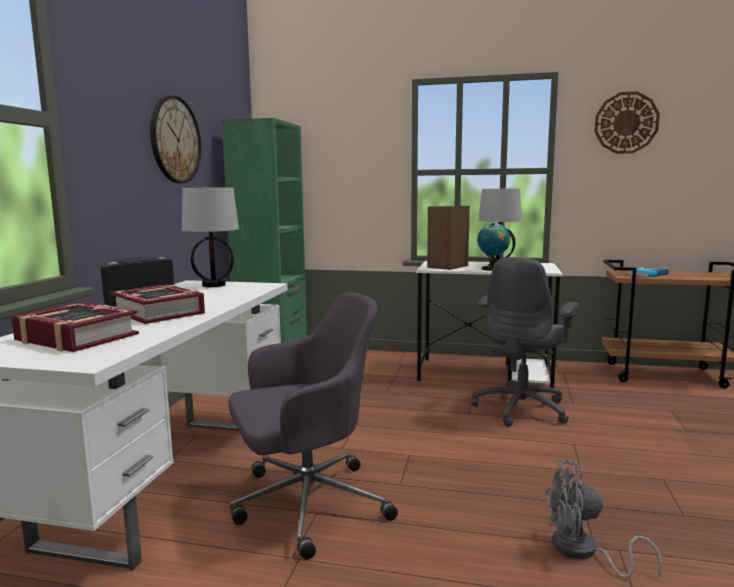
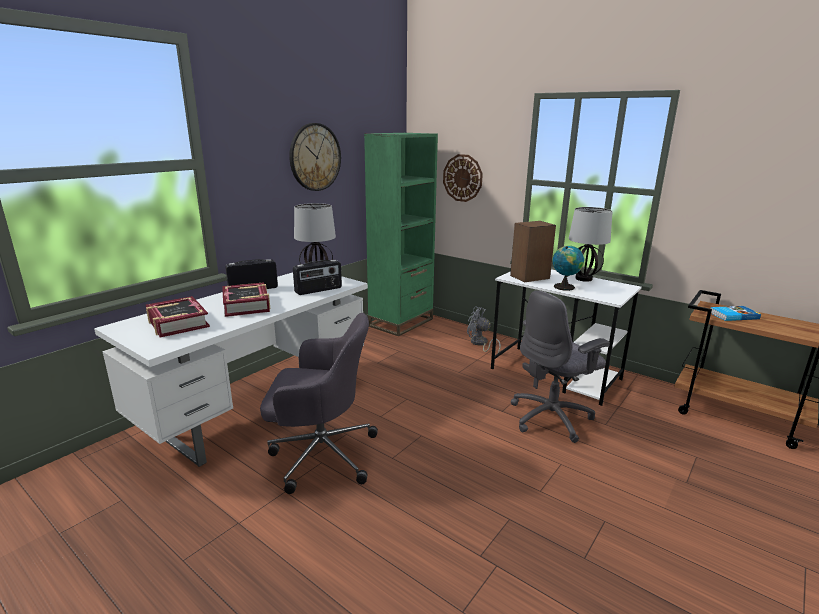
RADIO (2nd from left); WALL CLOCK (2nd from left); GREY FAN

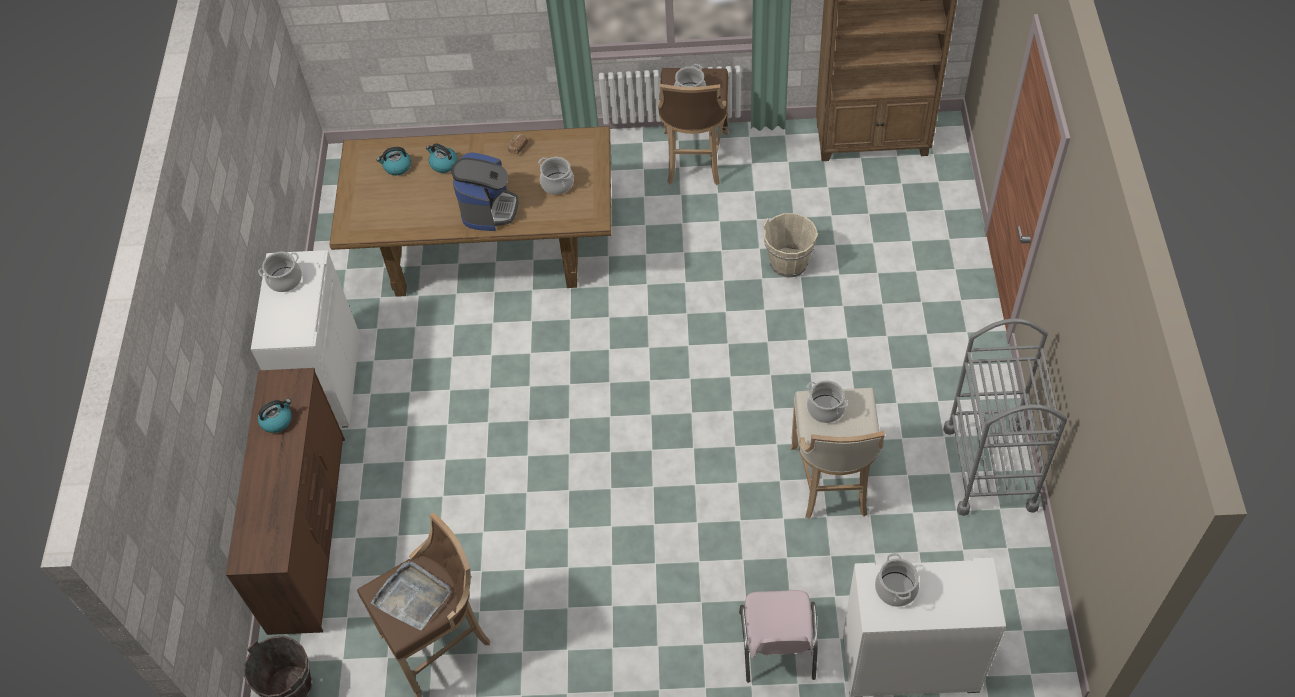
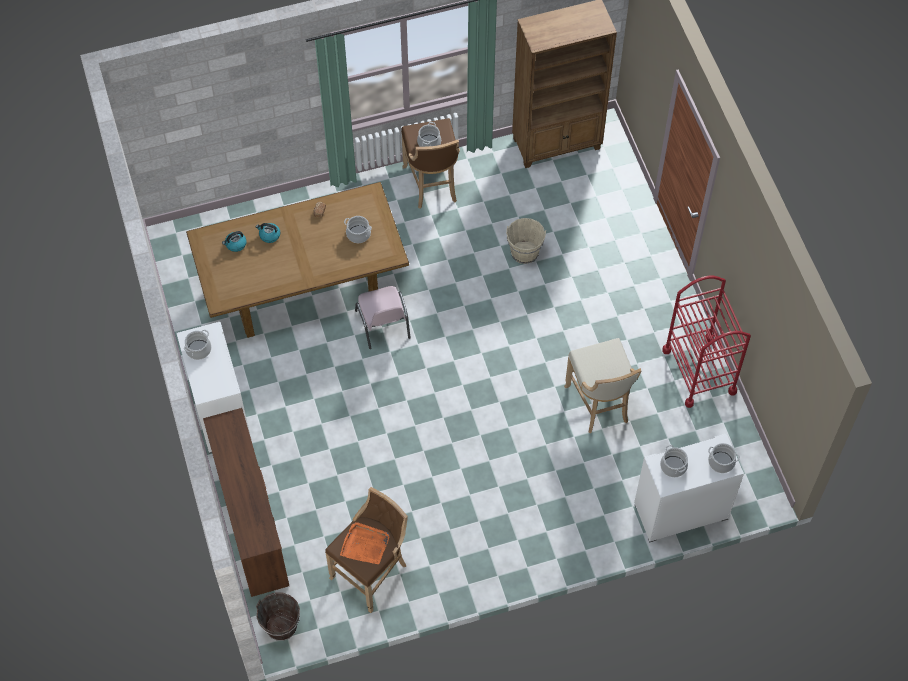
ORANGE TRAY; PINK CHAIR; RED CART; COOKING POT (5th from left); KETTLE (1st from left in the first image); COFFEE MACHINE

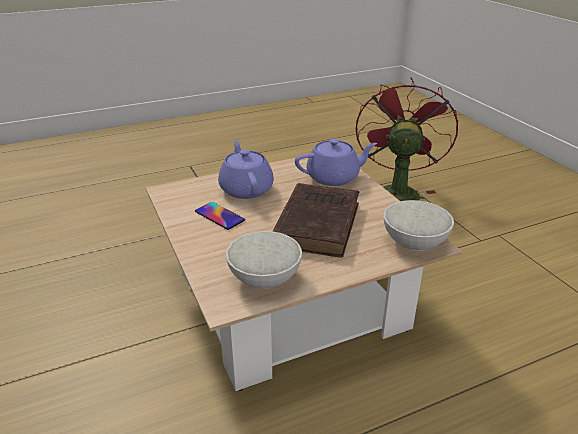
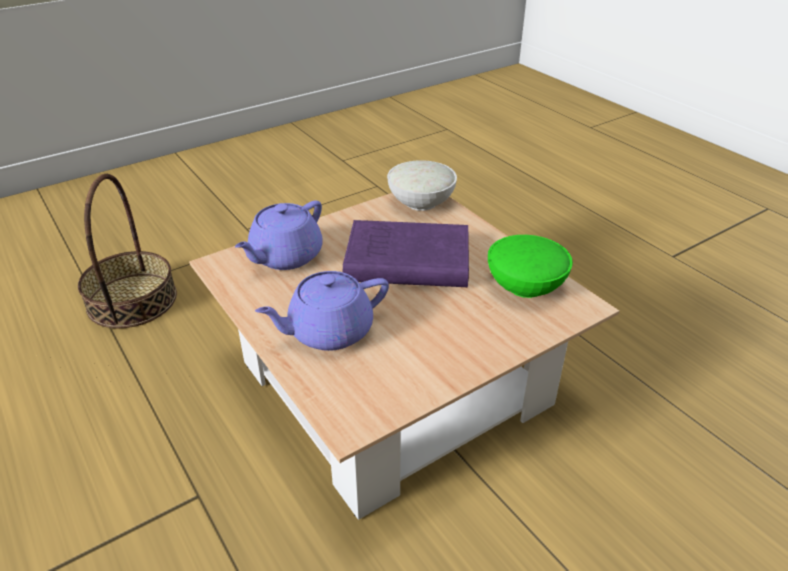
BASKET; PURPLE TEAPOT (1st from left); PURPLE BOOK; GREEN BOWL; PHONE

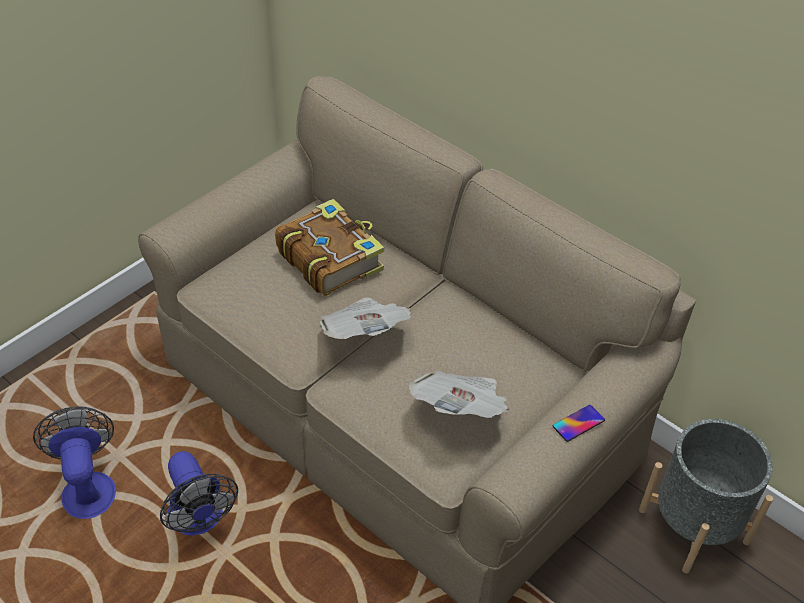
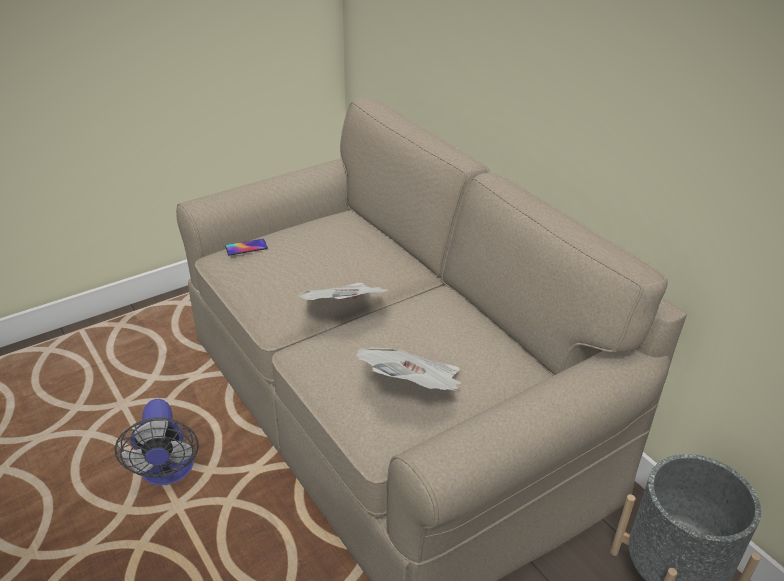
PHONE; FAN (1st from left in the first image); BOOK

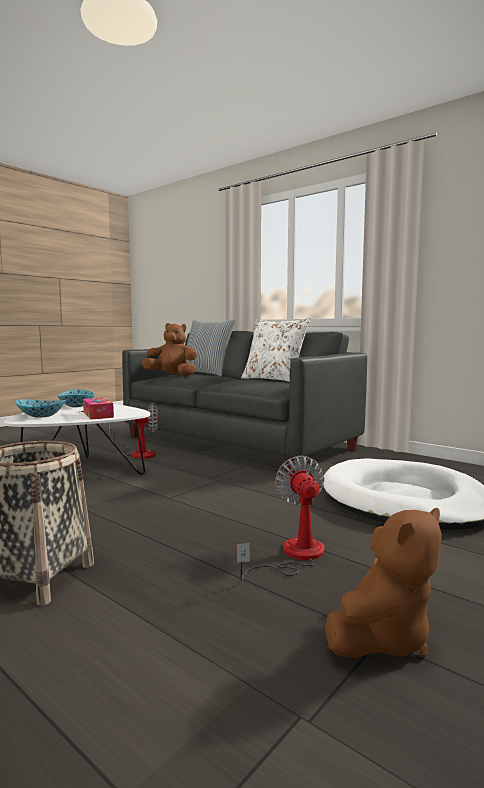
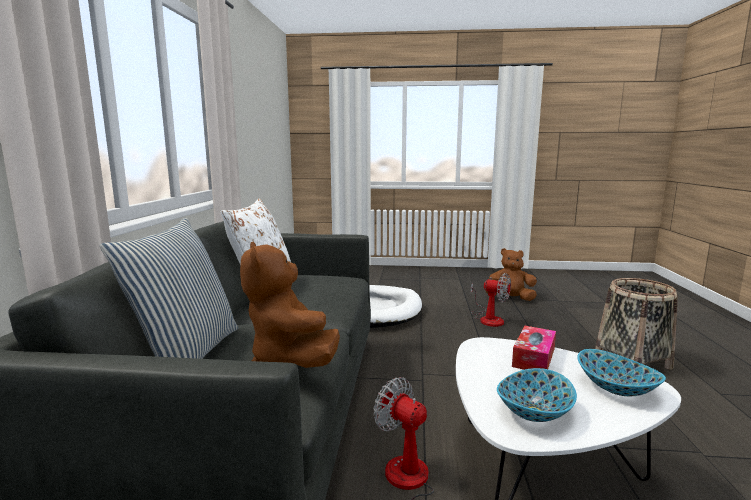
FAN (2nd from left)

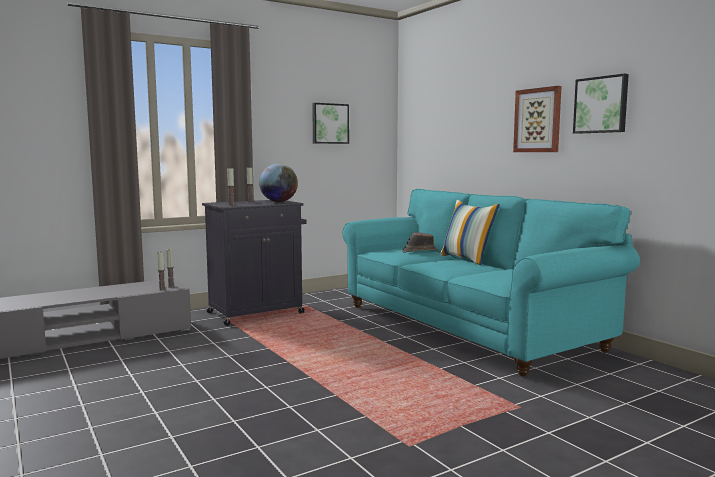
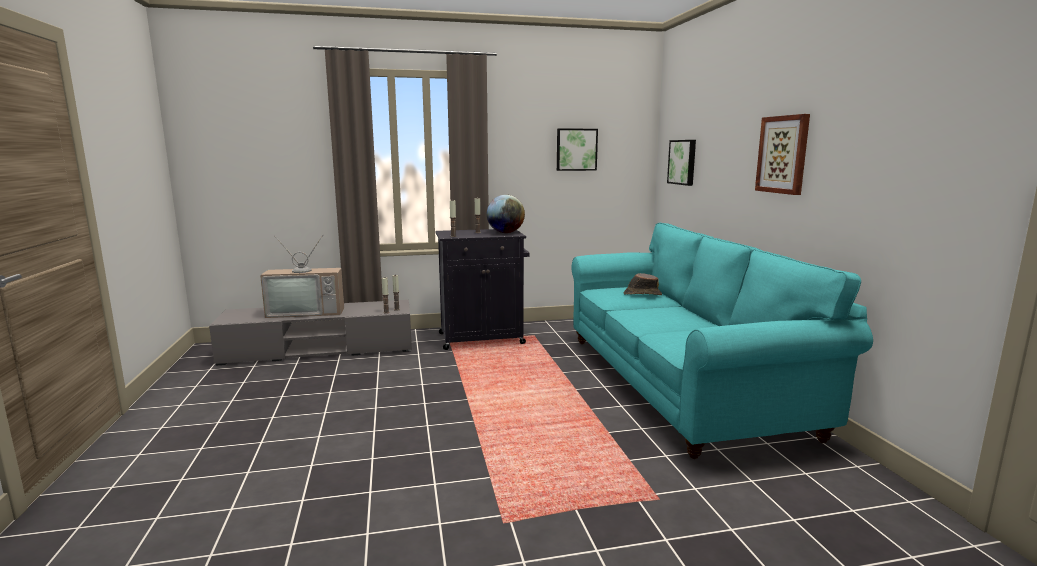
TELEVISION; PICTURE (2nd from left); PILLOW

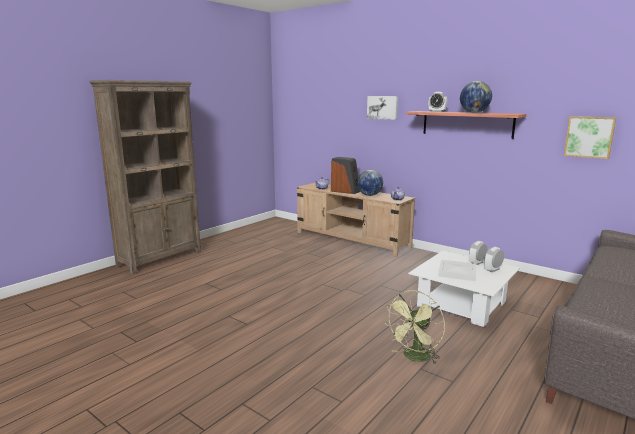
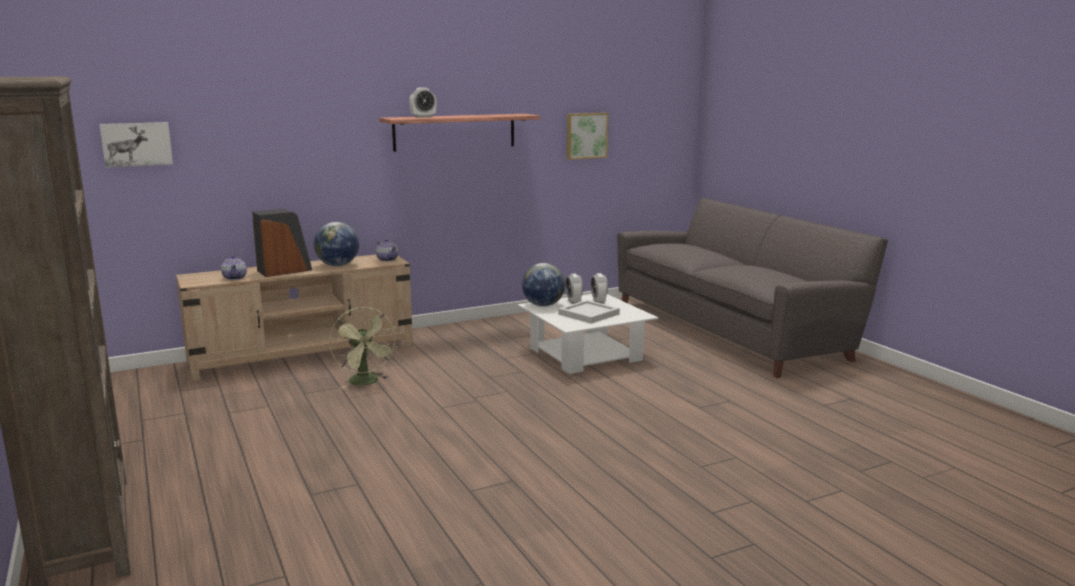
PICTURE (1st from left); GREEN FAN; GLOBE (2nd from left)

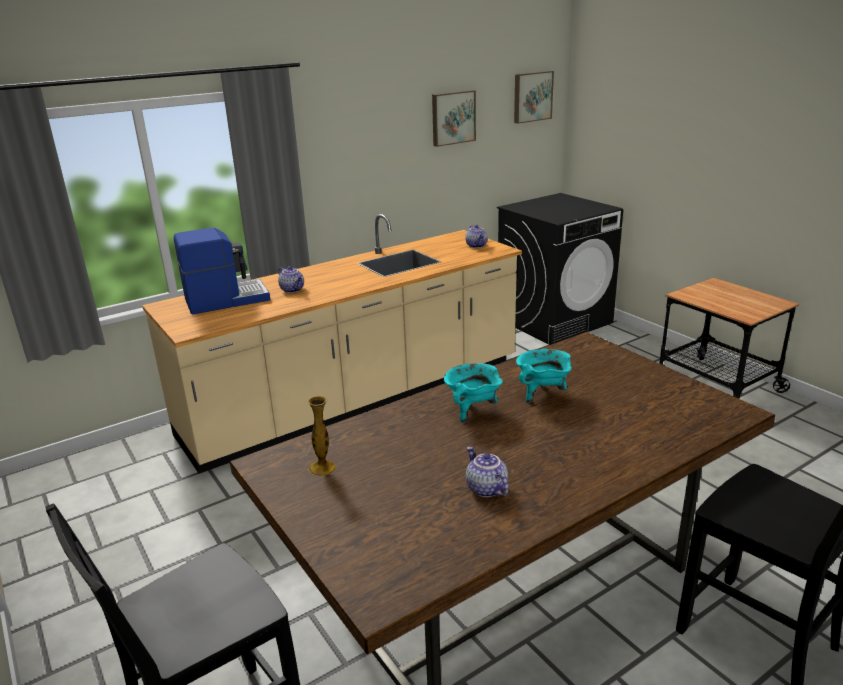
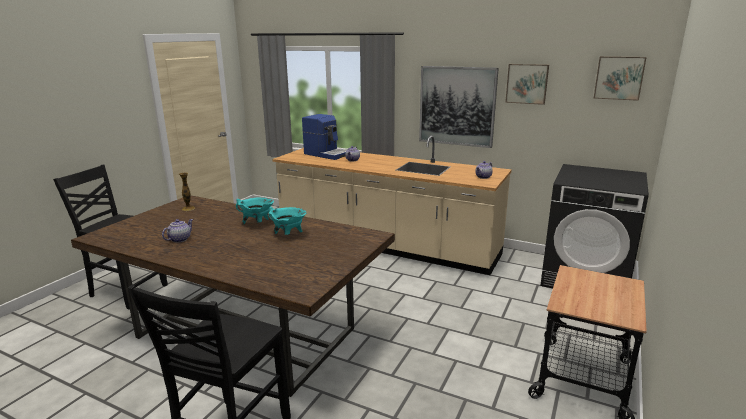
PICTURE (1st from left)

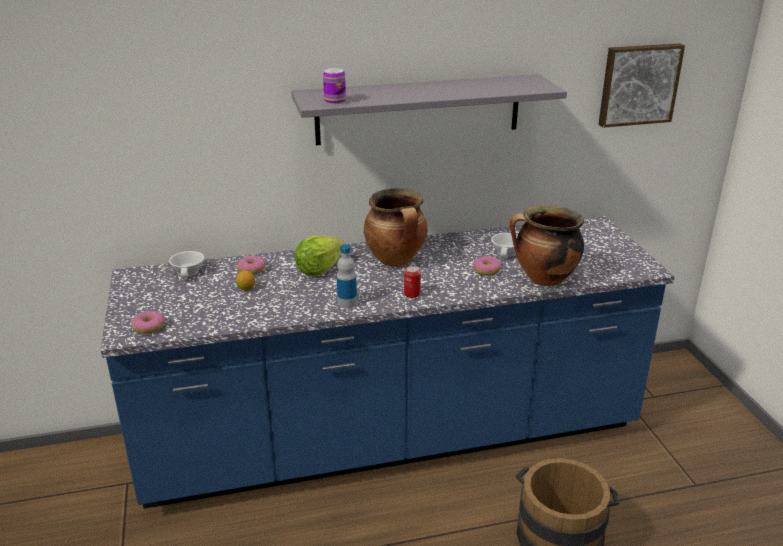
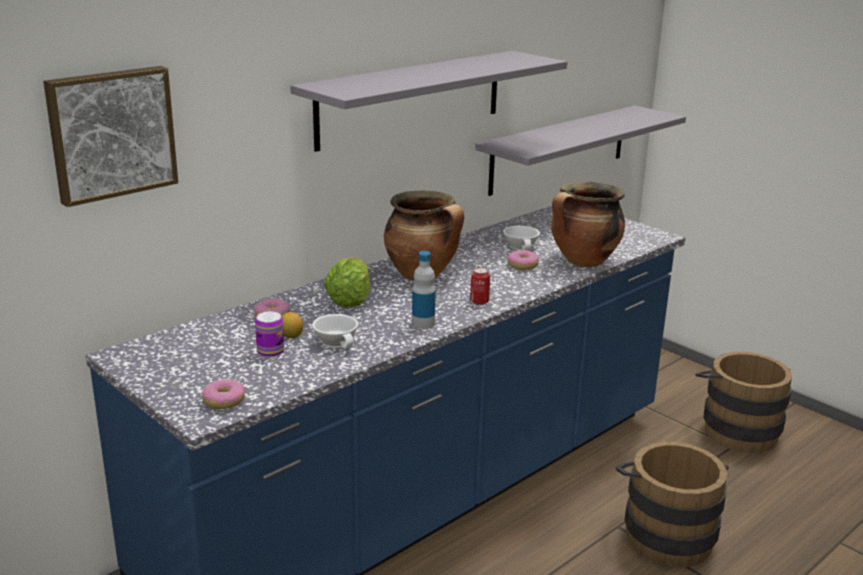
PICTURE; CAN (1st from left); WHITE CUP (1st from left); GREY SHELF (2nd from left); BROWN BUCKET (2nd from left)

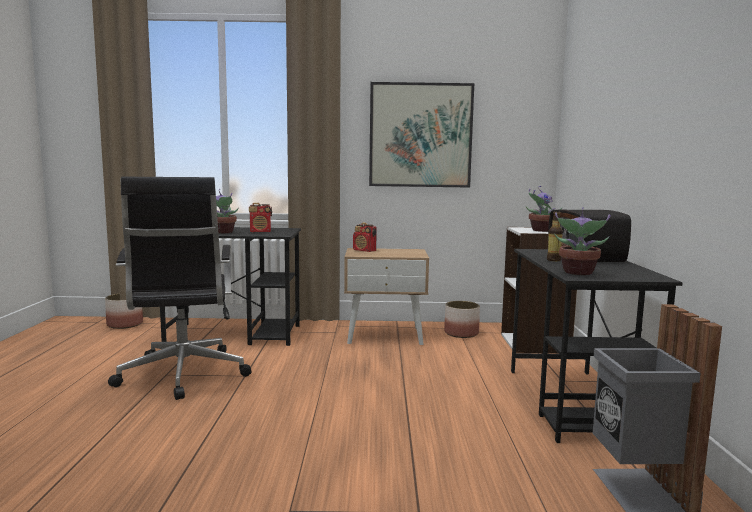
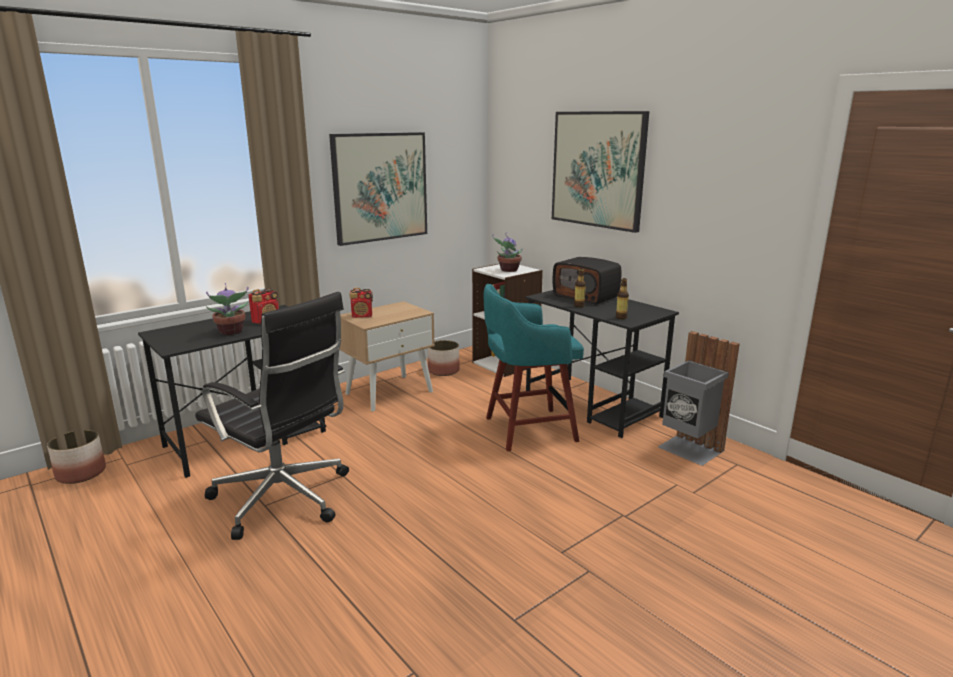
TURQUOISE STOOL; PICTURE (2nd from left); BOTTLE (2nd from left)

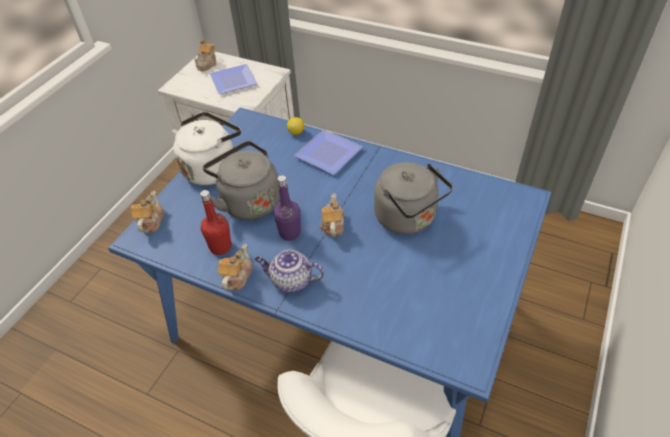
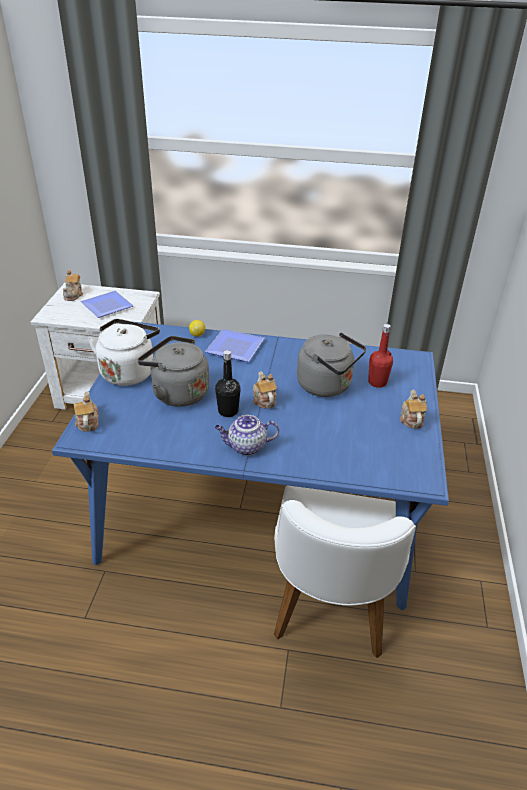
BLACK BOTTLE; RED BOTTLE; TEAPOT (5th from left)

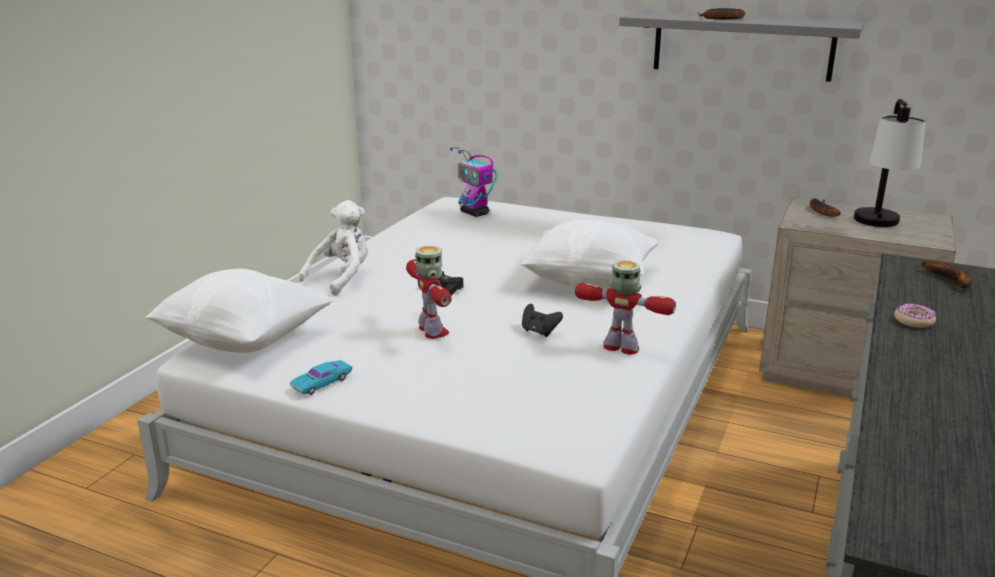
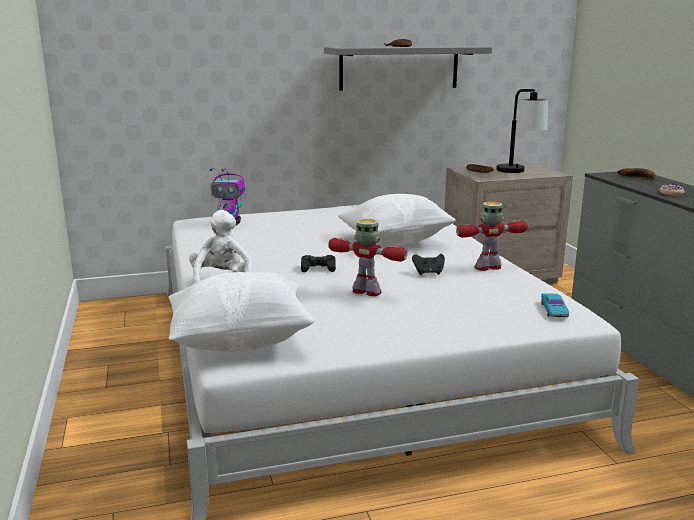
TURQUOISE TOY CAR

